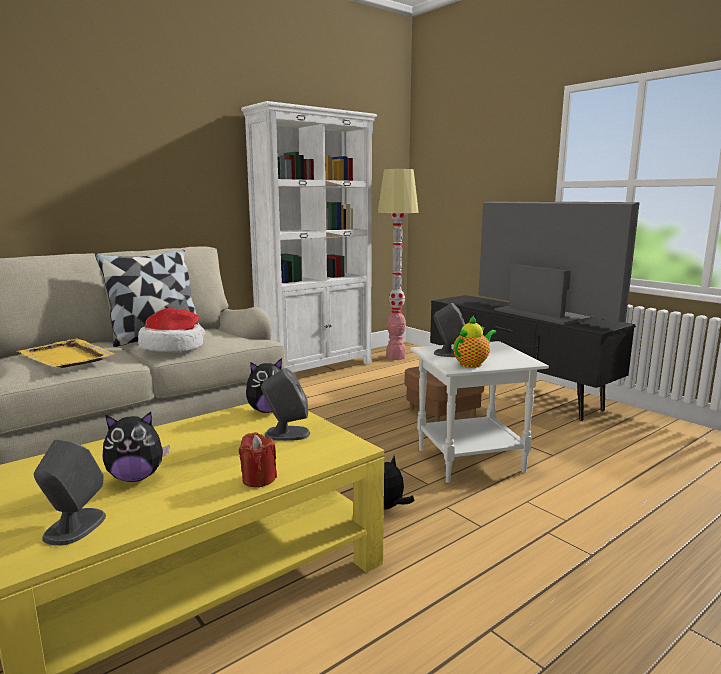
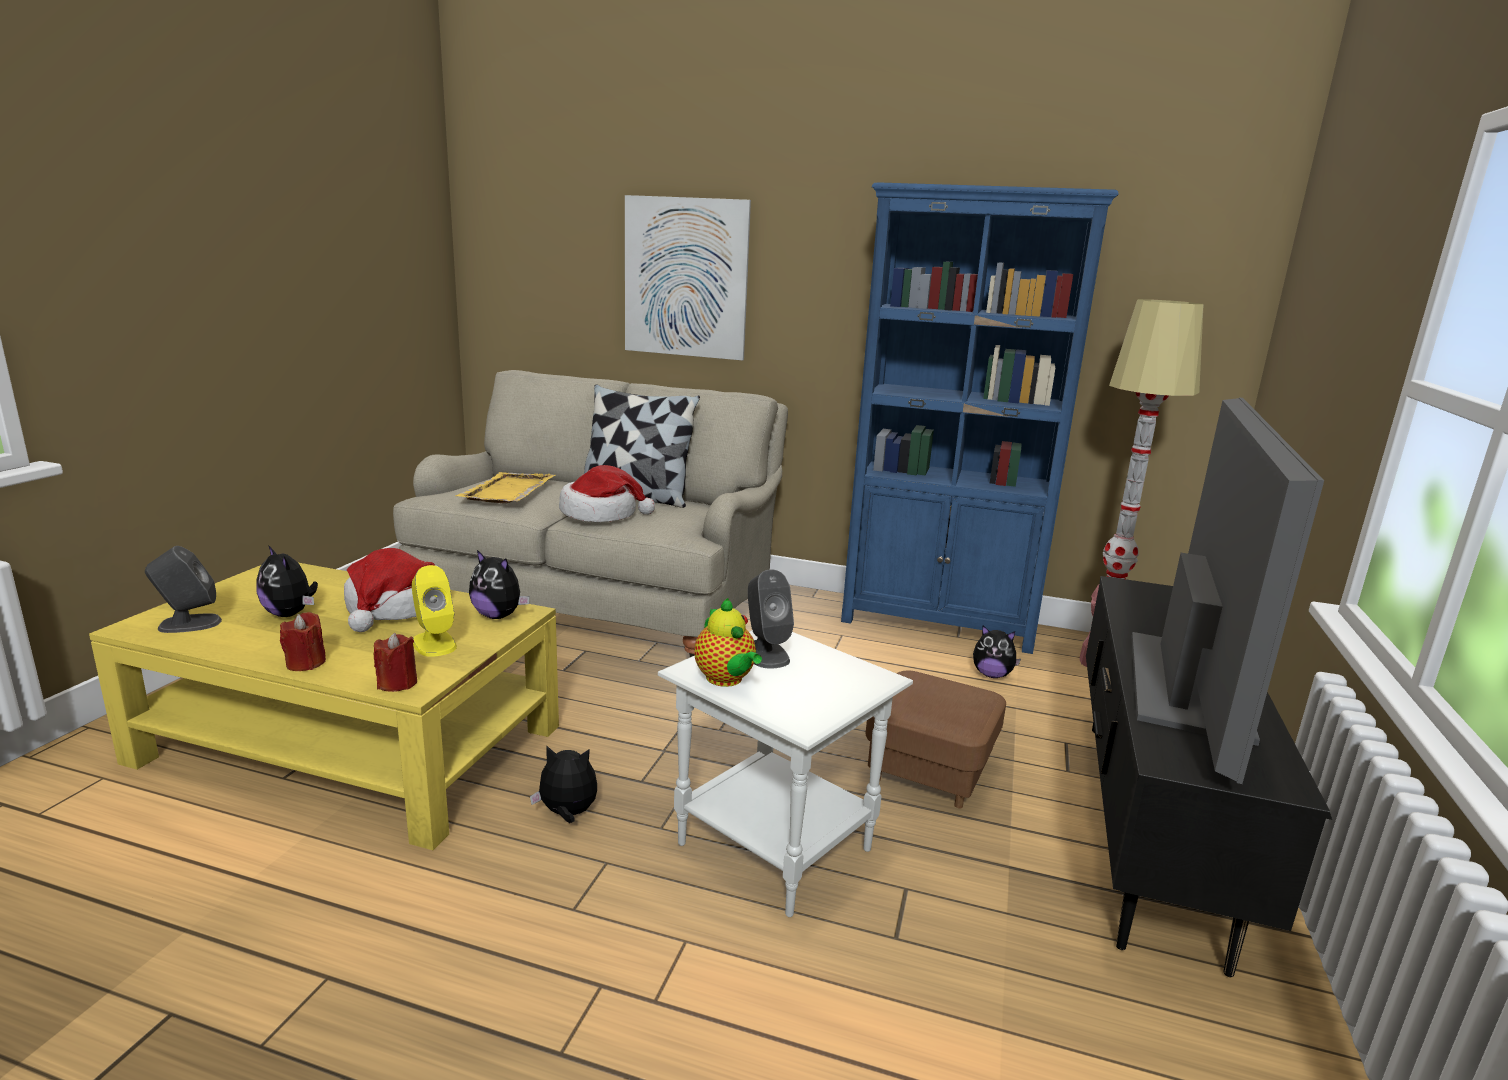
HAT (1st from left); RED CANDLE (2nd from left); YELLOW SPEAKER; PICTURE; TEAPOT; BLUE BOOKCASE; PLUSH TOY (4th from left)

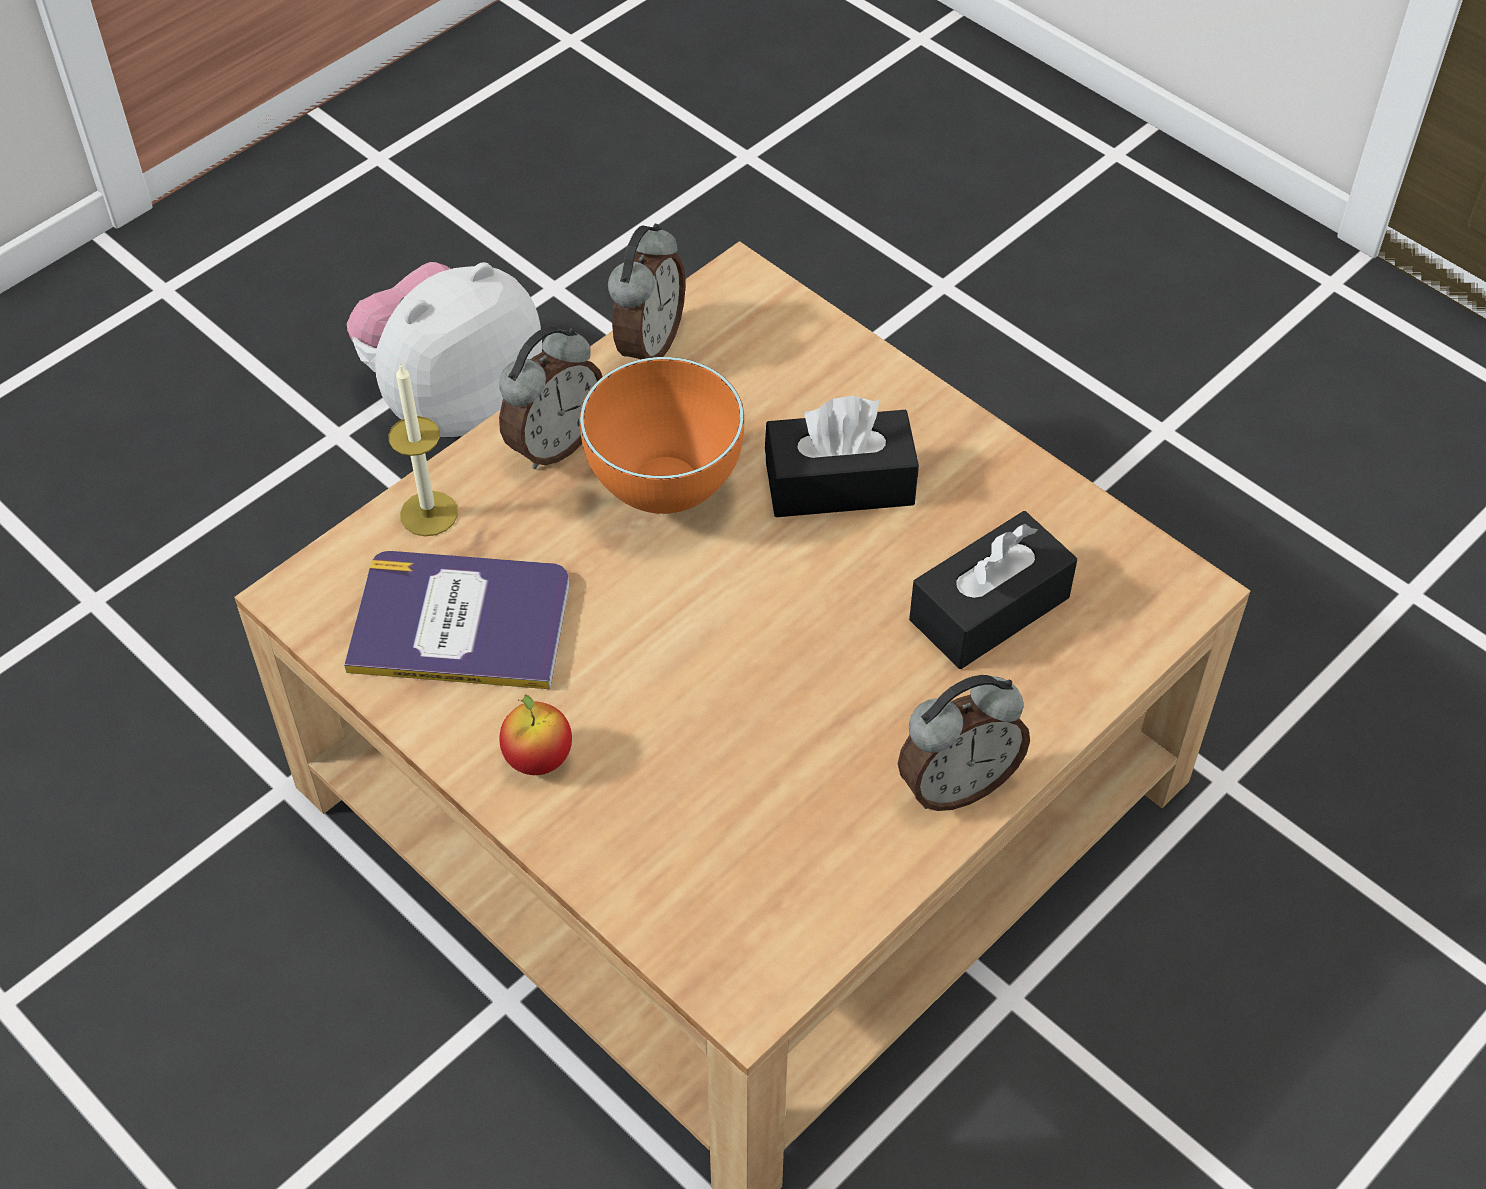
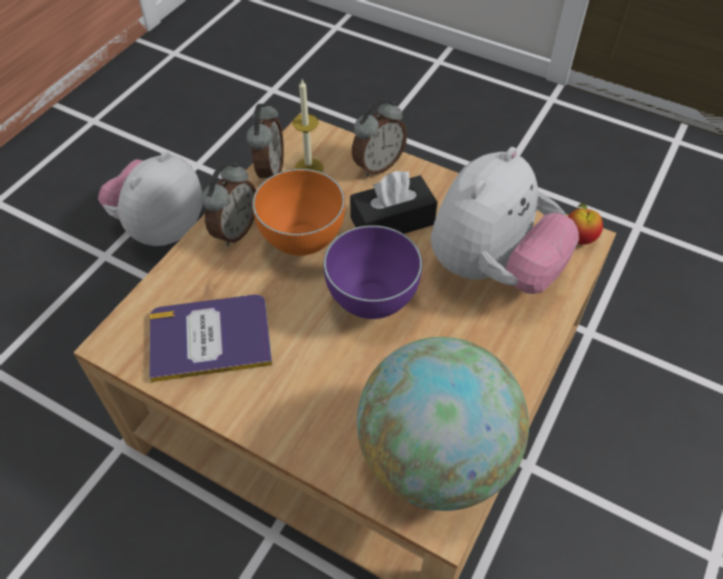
CANDLE; PURPLE BOWL; ALARM CLOCK (3rd from left); GLOBE; PLUSH TOY (2nd from left); APPLE

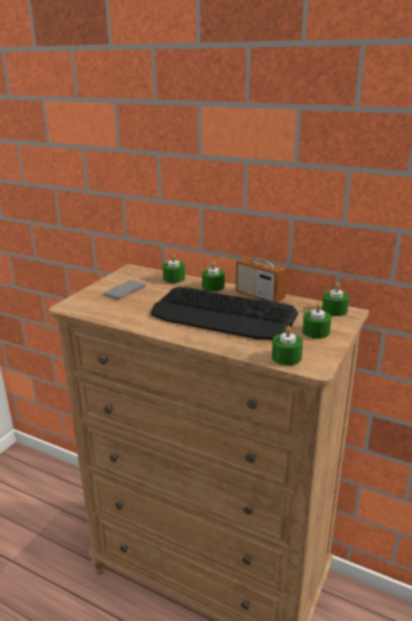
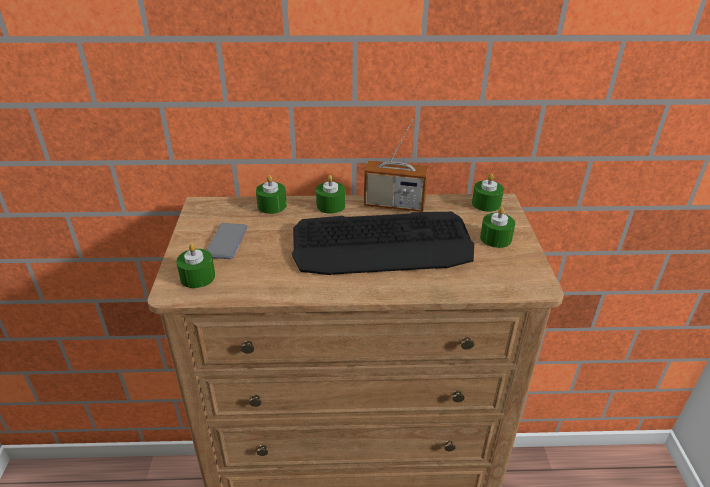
GREEN CANDLE (1st from left)

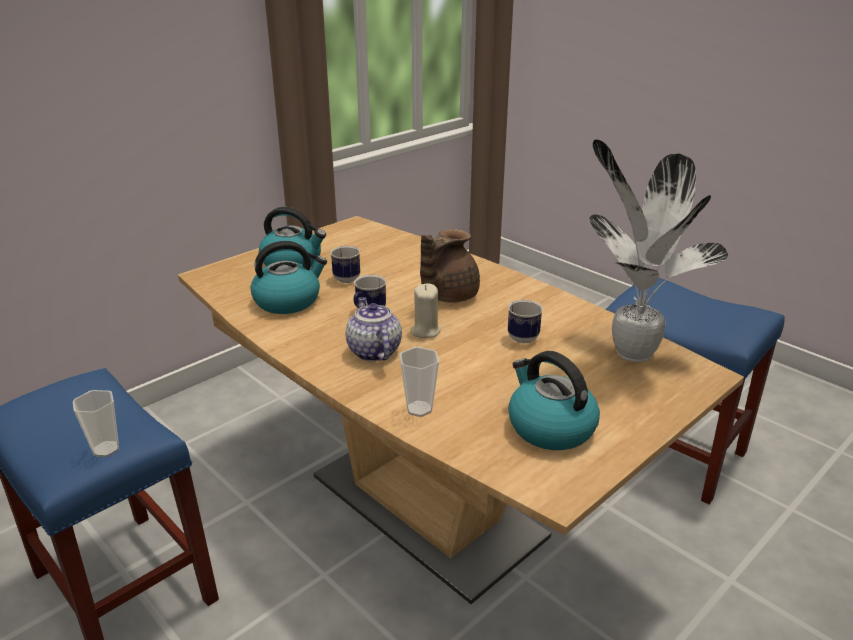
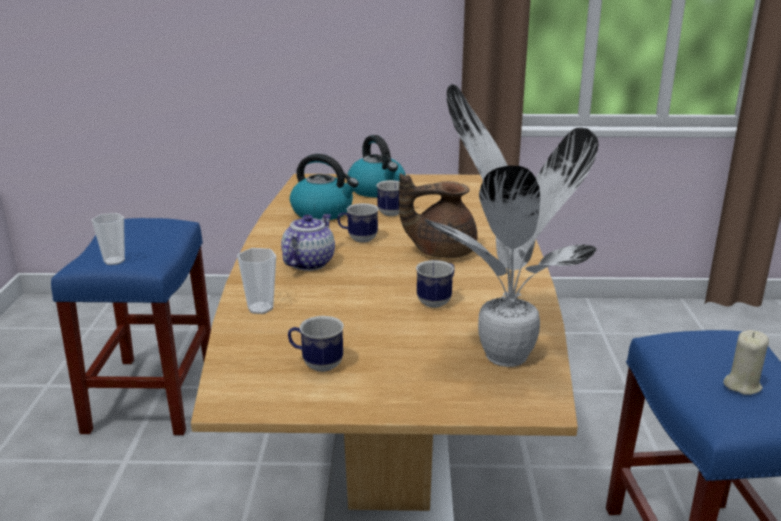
MUG (1st from left); BEIGE CANDLE

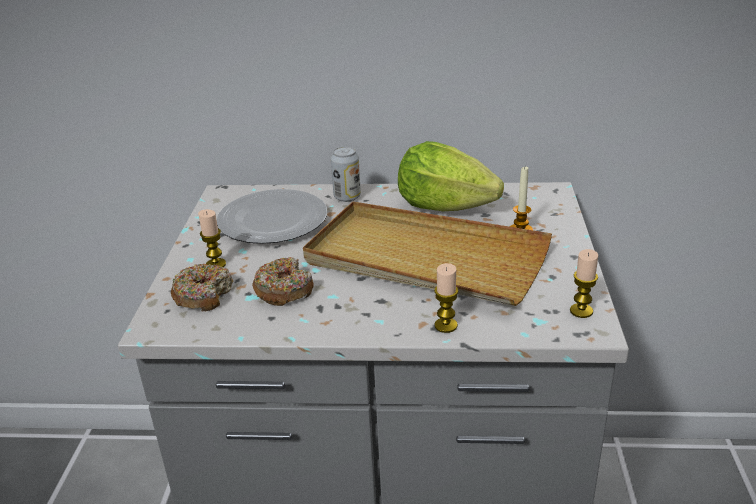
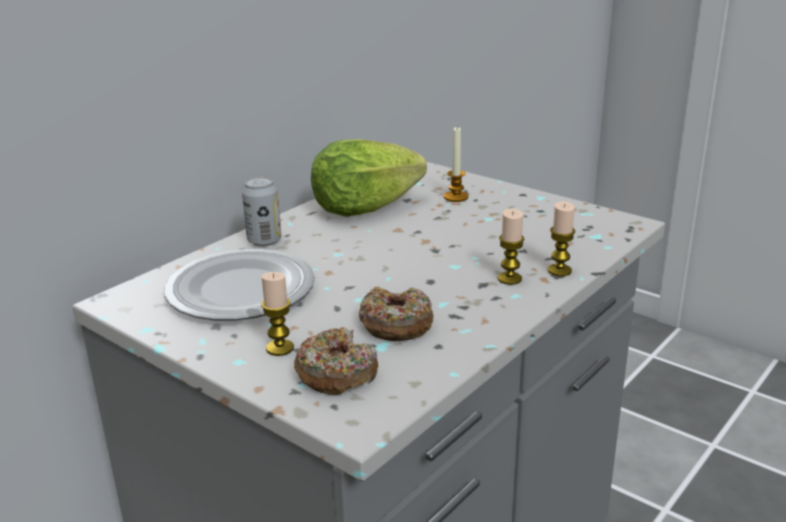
CANDLE (3rd from left); BEIGE TRAY

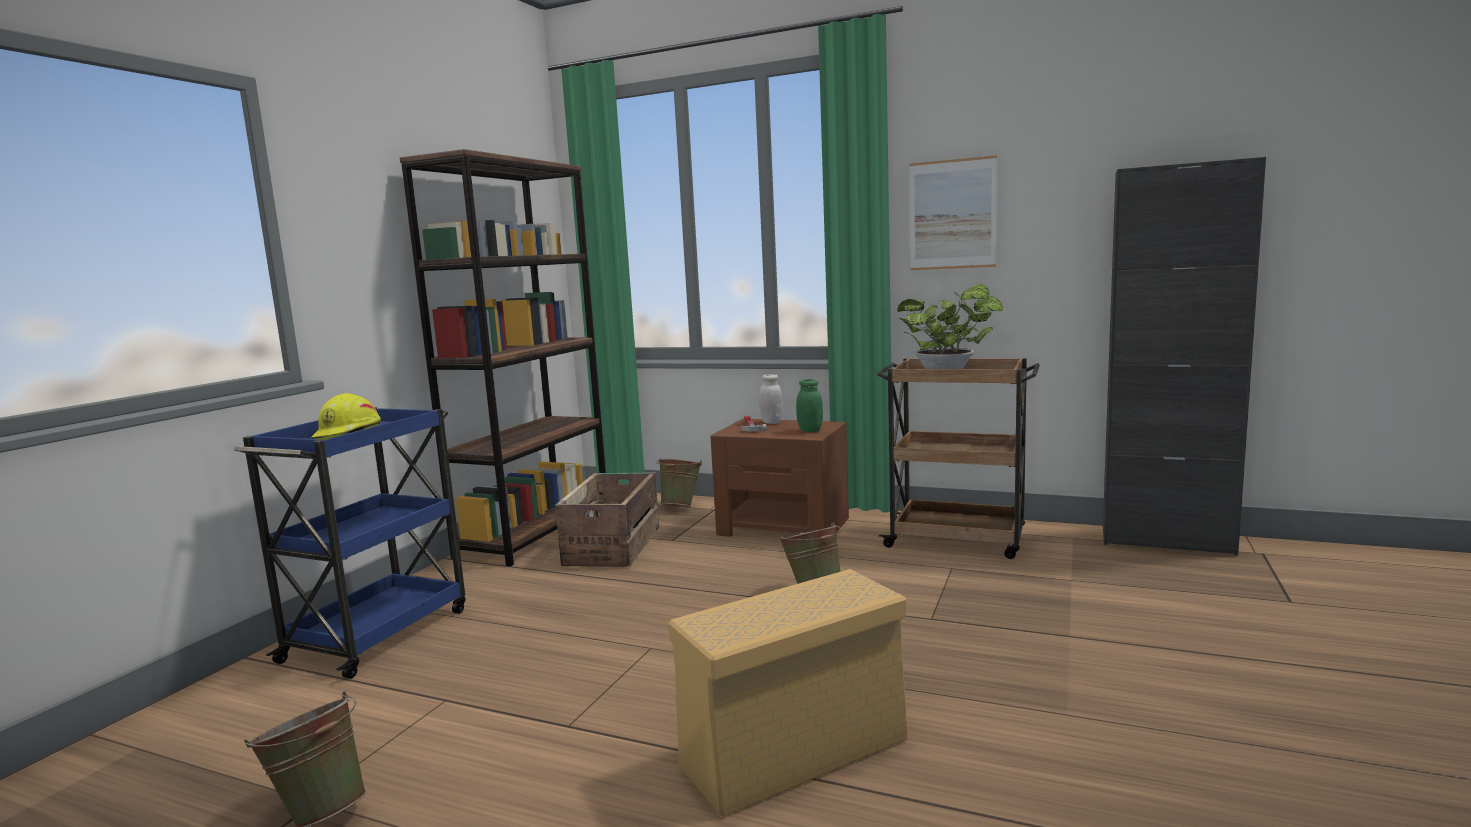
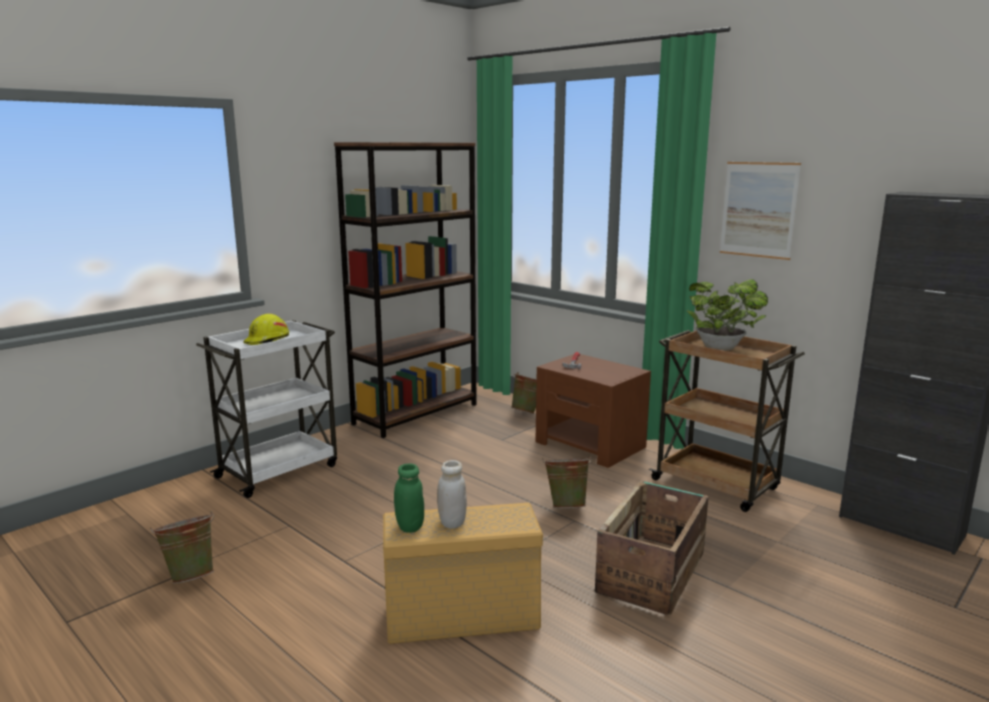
WHITE CART; GREEN JAR; WHITE JAR; CRATE

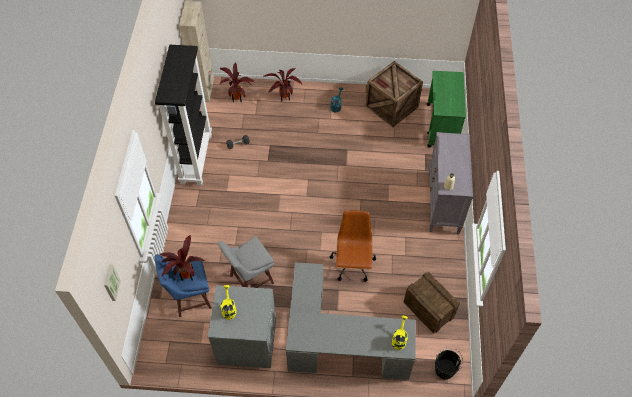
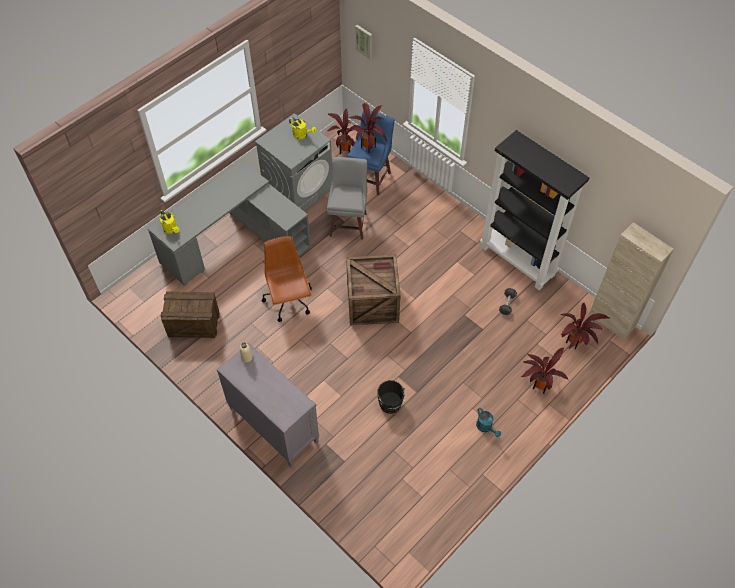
BROWN OFFICE CHAIR; POTTED PLANT (1st from left); CRATE (2nd from left); BLACK BUCKET; GREEN CART

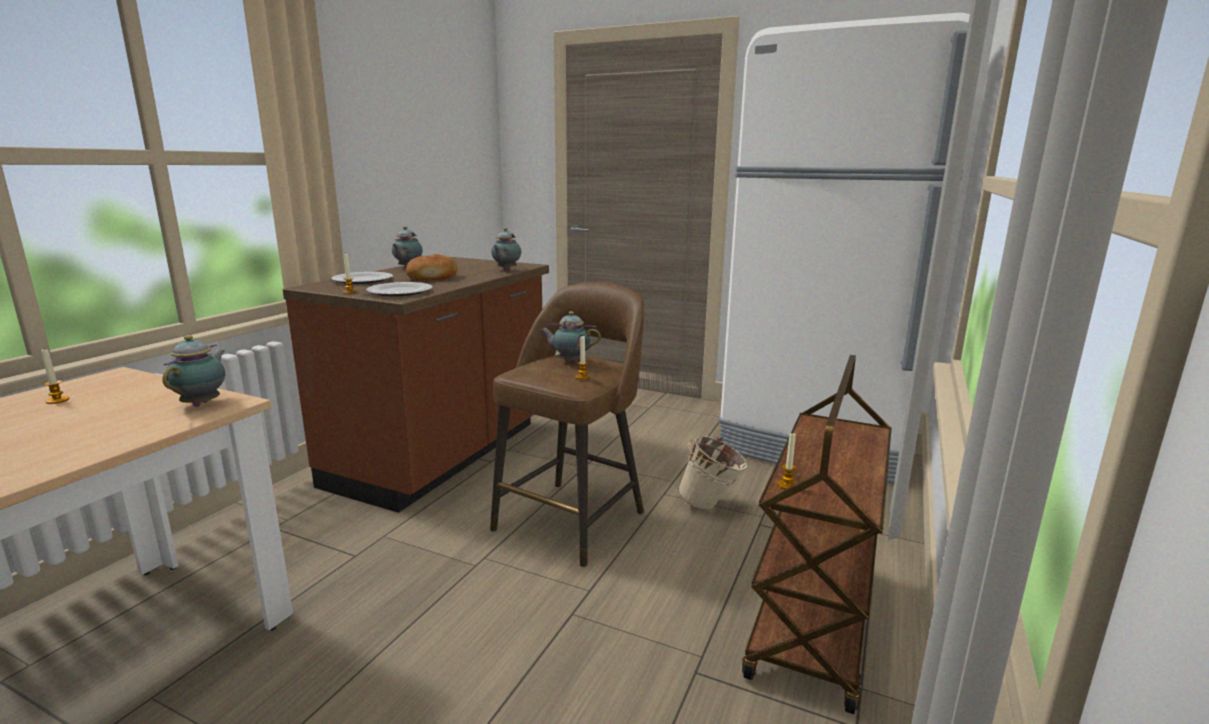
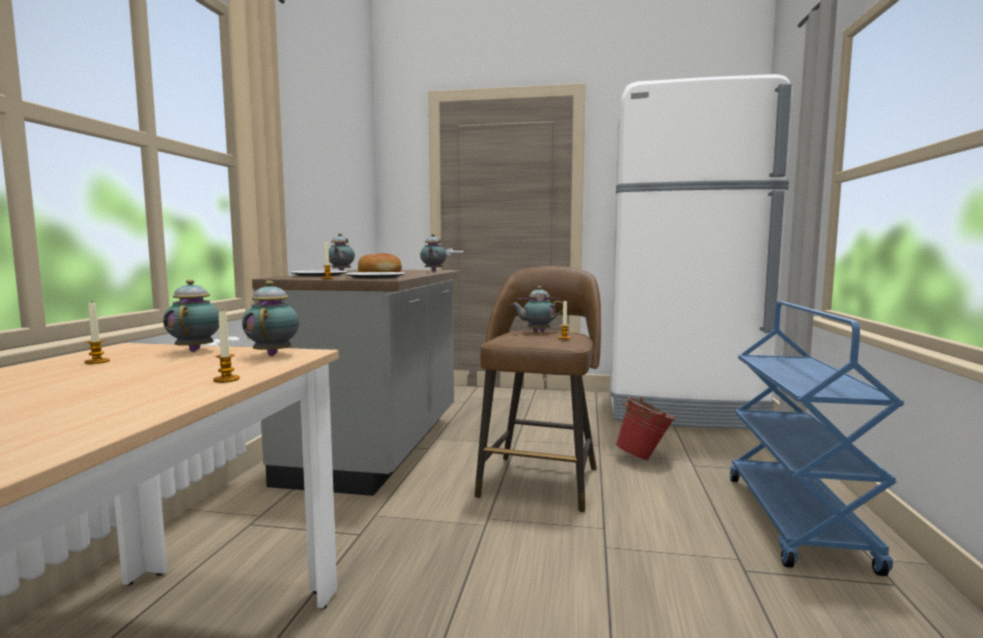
TEAPOT (1st from left); CANDLE (2nd from left); GREY COUNTER; RED BUCKET; BLUE CART

